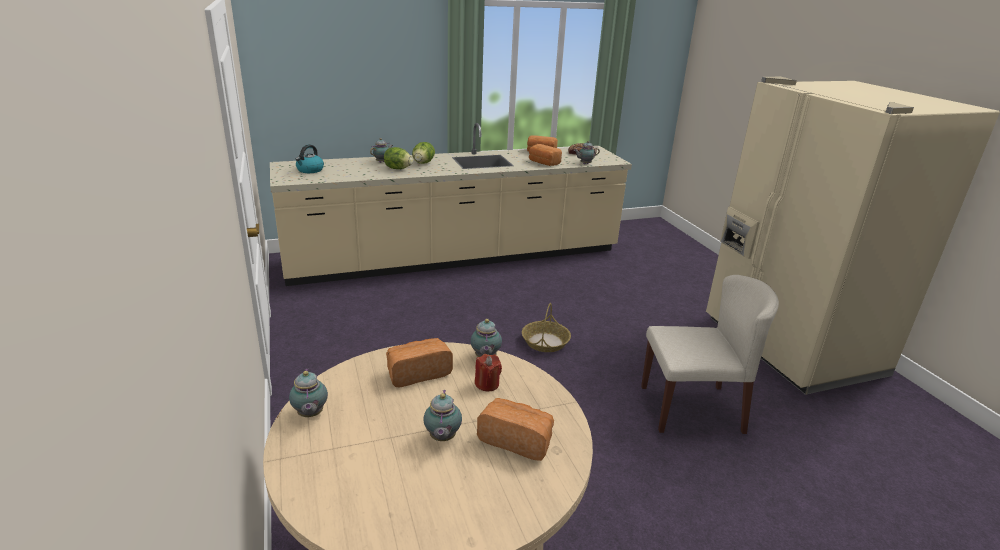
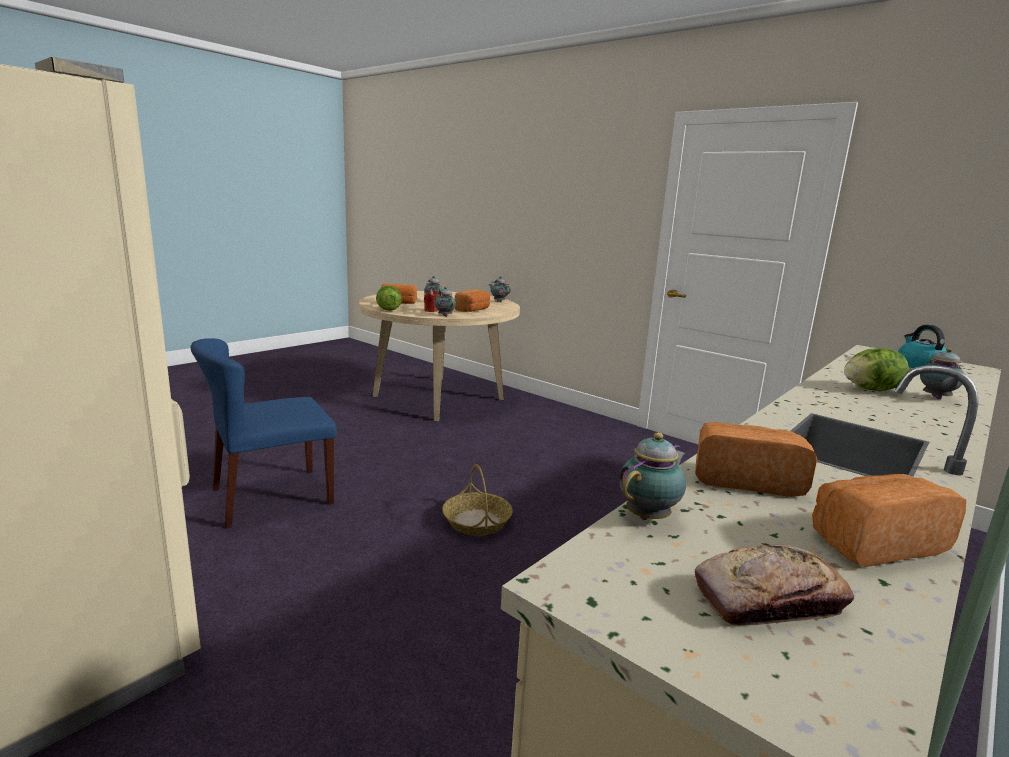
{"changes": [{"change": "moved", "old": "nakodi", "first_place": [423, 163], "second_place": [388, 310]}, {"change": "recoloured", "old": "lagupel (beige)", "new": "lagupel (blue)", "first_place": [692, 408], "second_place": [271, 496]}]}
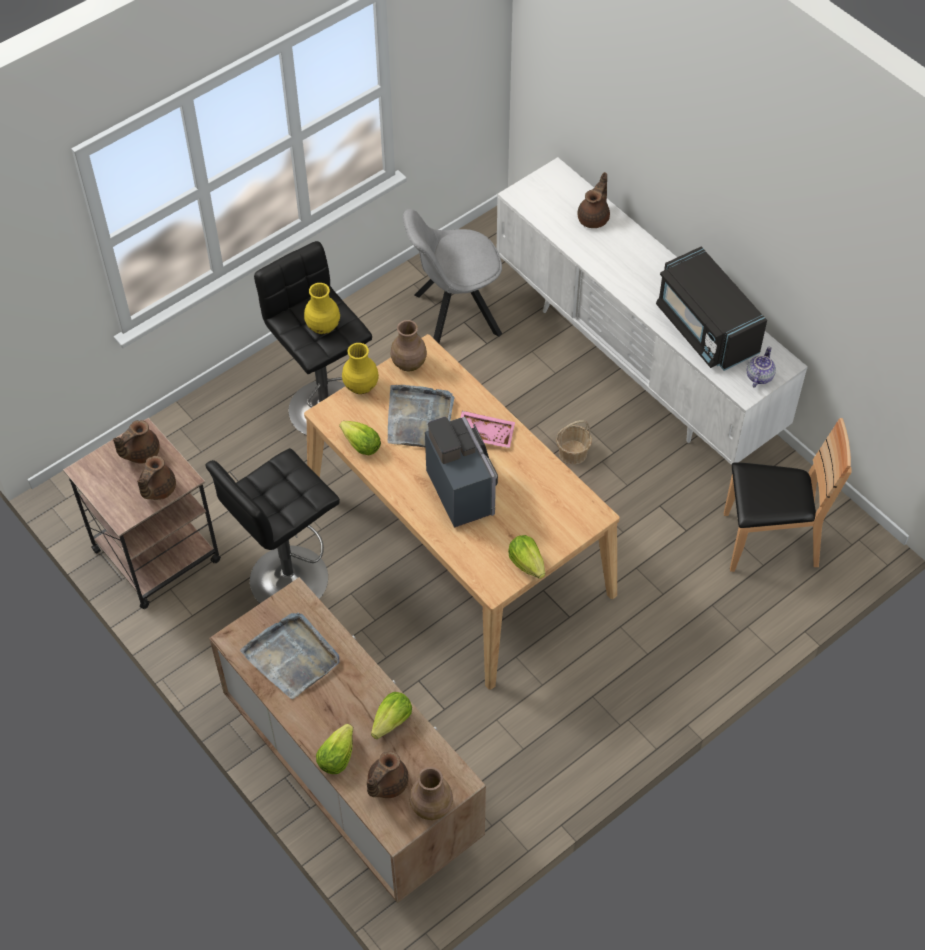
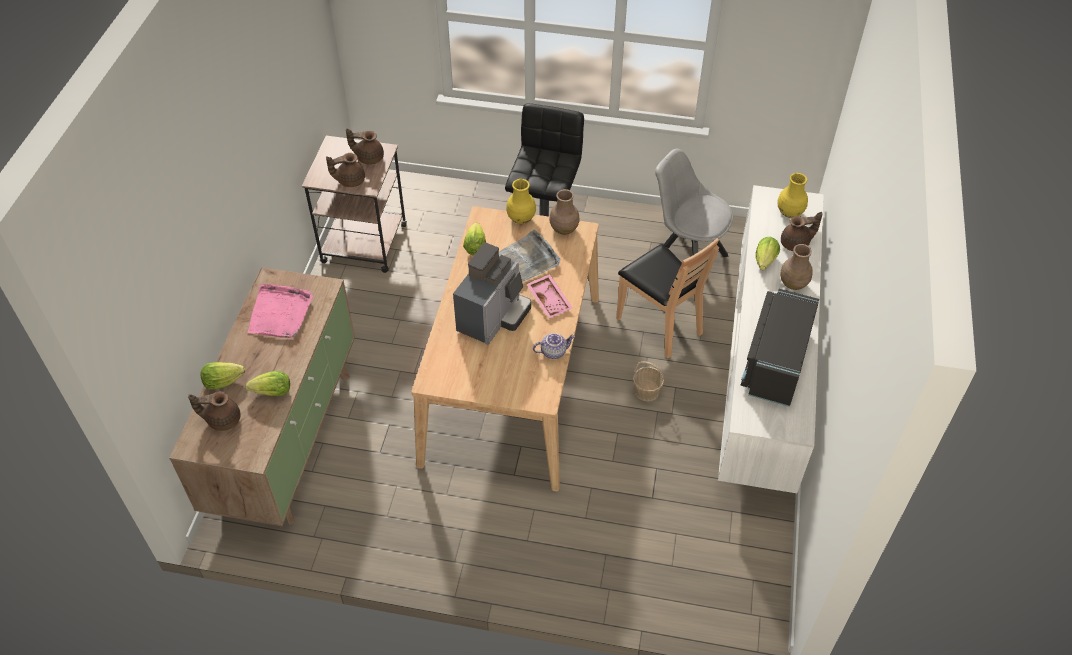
{"changes": [{"change": "removed", "old": "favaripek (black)", "first_place": [287, 579]}, {"change": "recoloured", "old": "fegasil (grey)", "new": "fegasil (pink)", "first_place": [292, 657], "second_place": [280, 313]}, {"change": "moved", "old": "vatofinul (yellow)", "first_place": [322, 327], "second_place": [789, 212]}, {"change": "moved", "old": "vatofinul (brown)", "first_place": [432, 806], "second_place": [793, 284]}, {"change": "moved", "old": "nakodi", "first_place": [527, 563], "second_place": [765, 261]}, {"change": "moved", "old": "lagupel (brown)", "first_place": [769, 541], "second_place": [659, 324]}, {"change": "moved", "old": "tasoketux", "first_place": [758, 376], "second_place": [553, 351]}]}
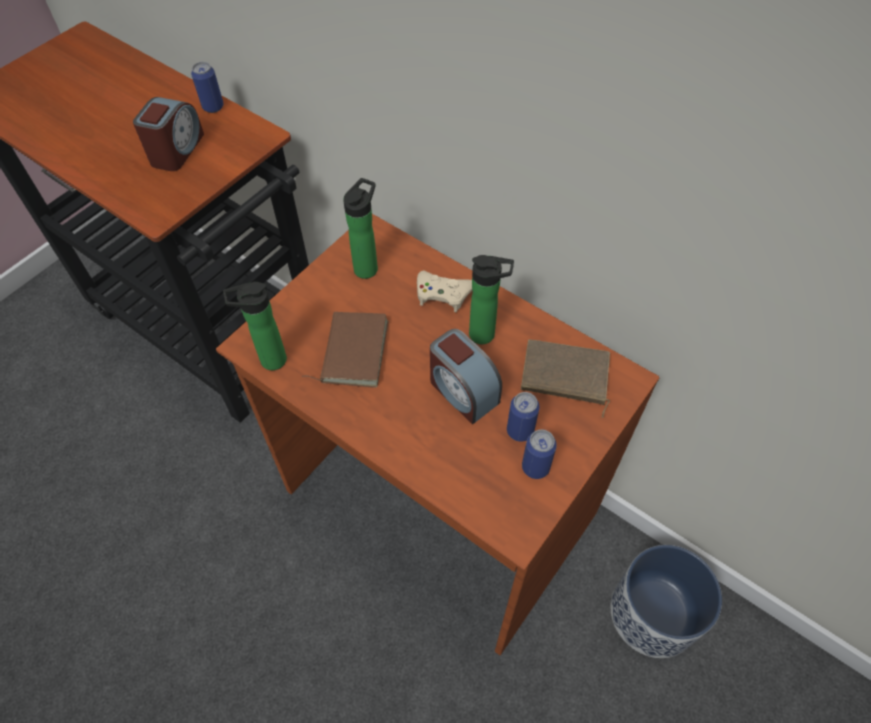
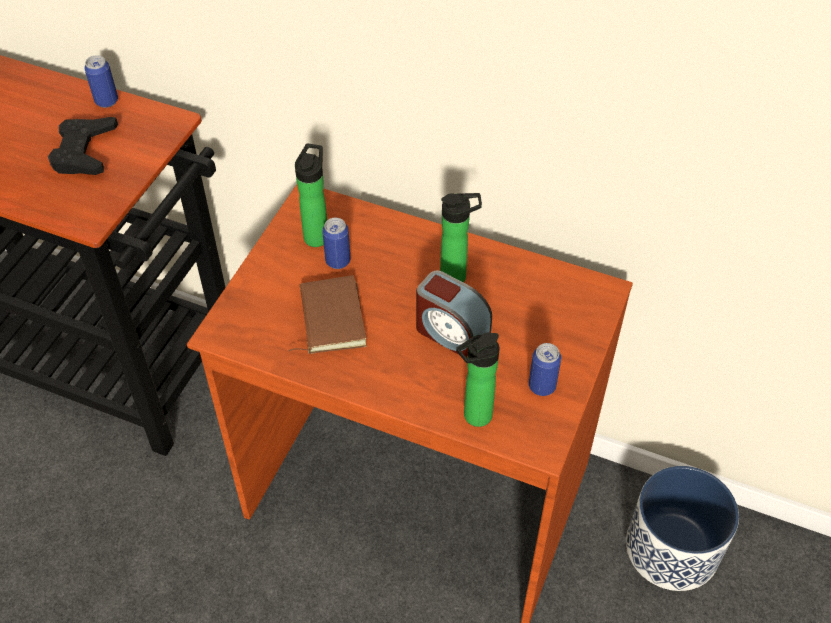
{"changes": [{"change": "replaced", "old": "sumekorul", "new": "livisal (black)", "first_place": [177, 150], "second_place": [84, 152]}, {"change": "moved", "old": "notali", "first_place": [269, 361], "second_place": [474, 417]}, {"change": "removed", "old": "livisal (beige)", "first_place": [443, 293]}, {"change": "moved", "old": "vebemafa", "first_place": [520, 431], "second_place": [338, 261]}, {"change": "removed", "old": "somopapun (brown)", "first_place": [564, 377]}]}
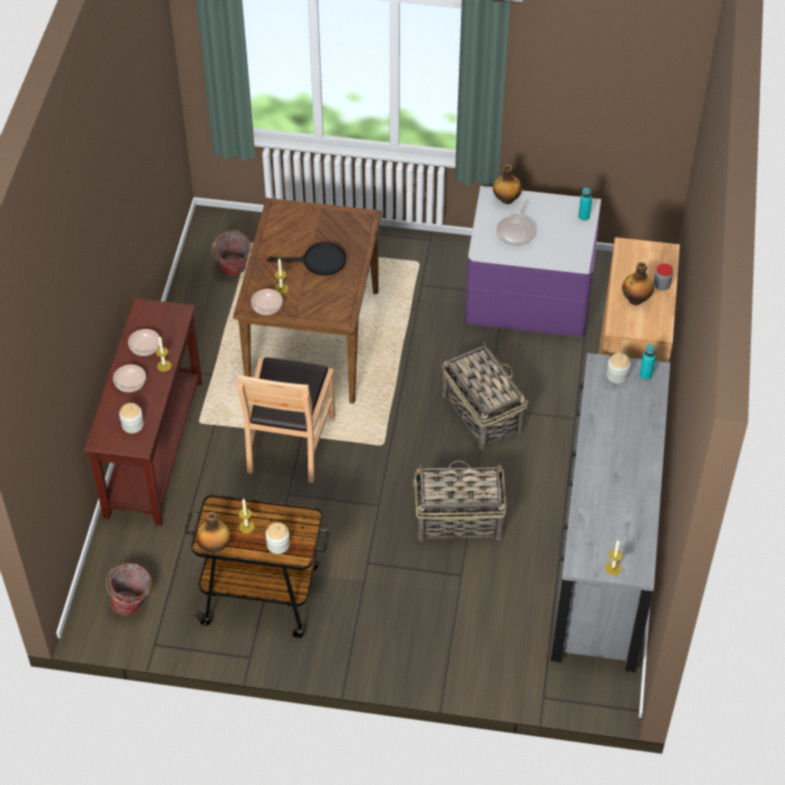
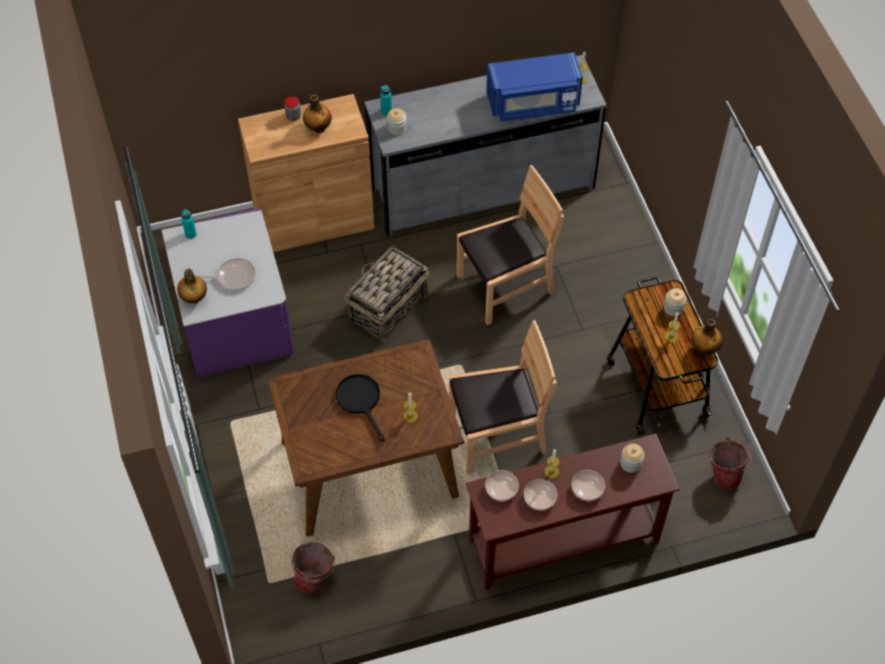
{"changes": [{"change": "moved", "old": "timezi", "first_place": [267, 306], "second_place": [501, 489]}, {"change": "replaced", "old": "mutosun", "new": "lagupel (brown)", "first_place": [457, 519], "second_place": [505, 286]}, {"change": "added", "new": "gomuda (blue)", "second_place": [533, 103]}]}
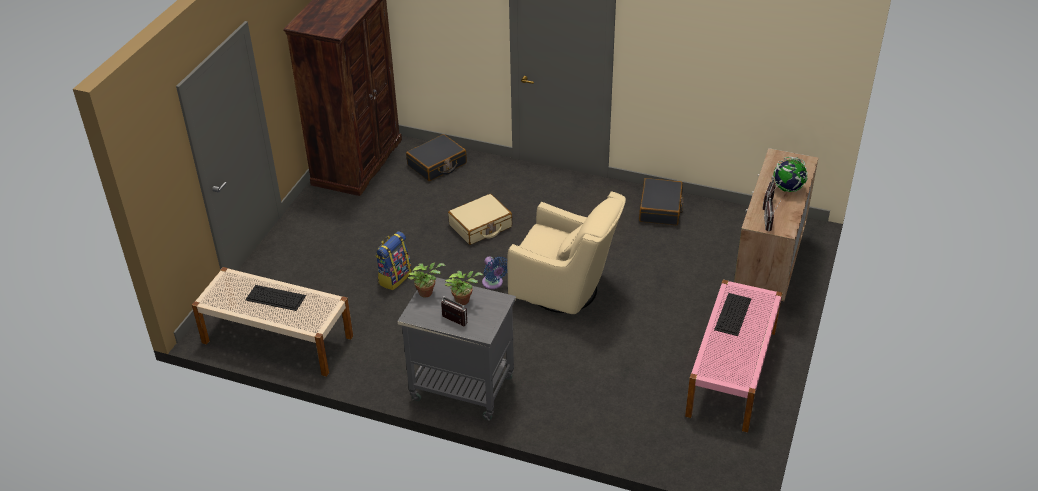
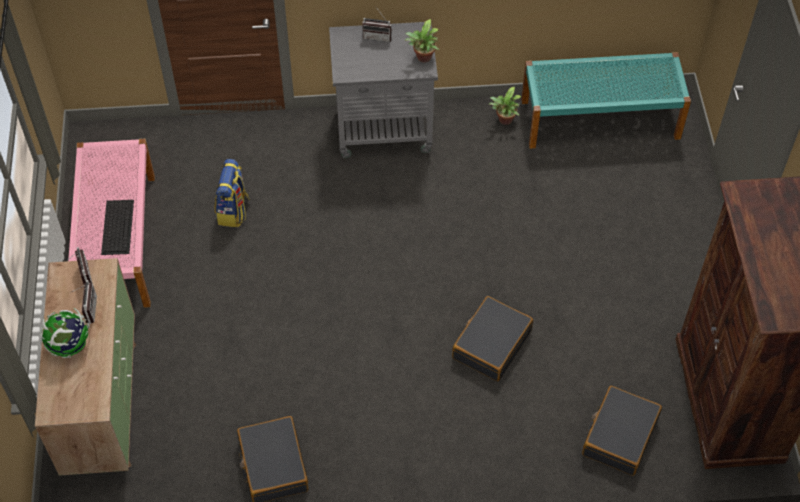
{"changes": [{"change": "recoloured", "old": "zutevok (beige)", "new": "zutevok (turquoise)", "first_place": [277, 340], "second_place": [600, 118]}, {"change": "removed", "old": "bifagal", "first_place": [275, 298]}, {"change": "moved", "old": "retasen", "first_place": [394, 277], "second_place": [233, 211]}, {"change": "moved", "old": "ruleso", "first_place": [464, 300], "second_place": [504, 121]}, {"change": "recoloured", "old": "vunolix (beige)", "new": "vunolix (black)", "first_place": [480, 226], "second_place": [491, 344]}, {"change": "removed", "old": "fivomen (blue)", "first_place": [493, 283]}, {"change": "removed", "old": "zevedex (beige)", "first_place": [566, 291]}]}
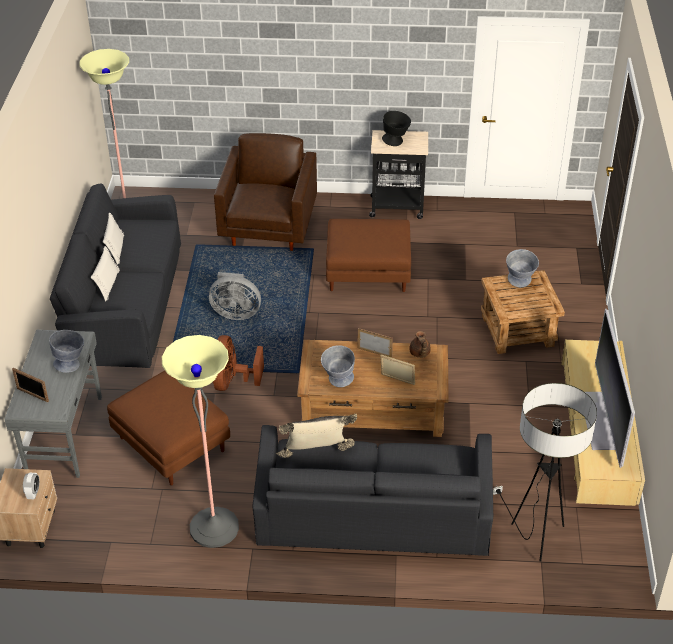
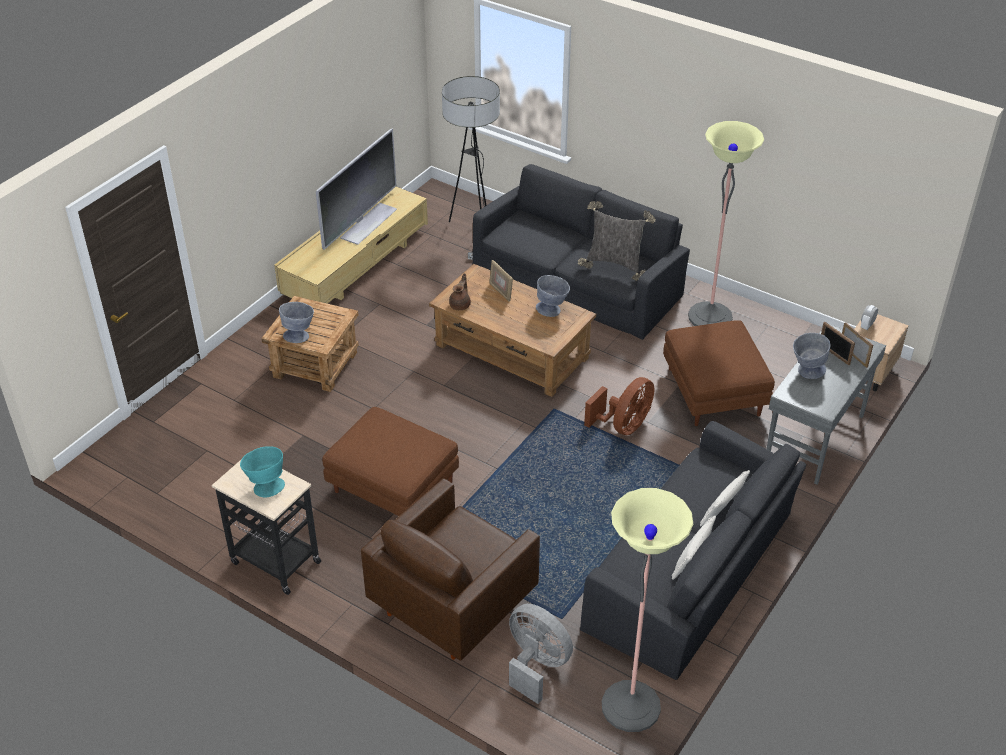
{"changes": [{"change": "moved", "old": "fivomen (grey)", "first_place": [235, 313], "second_place": [536, 665]}, {"change": "moved", "old": "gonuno", "first_place": [374, 352], "second_place": [834, 354]}, {"change": "recoloured", "old": "timezi (black)", "new": "timezi (turquoise)", "first_place": [396, 141], "second_place": [266, 485]}]}
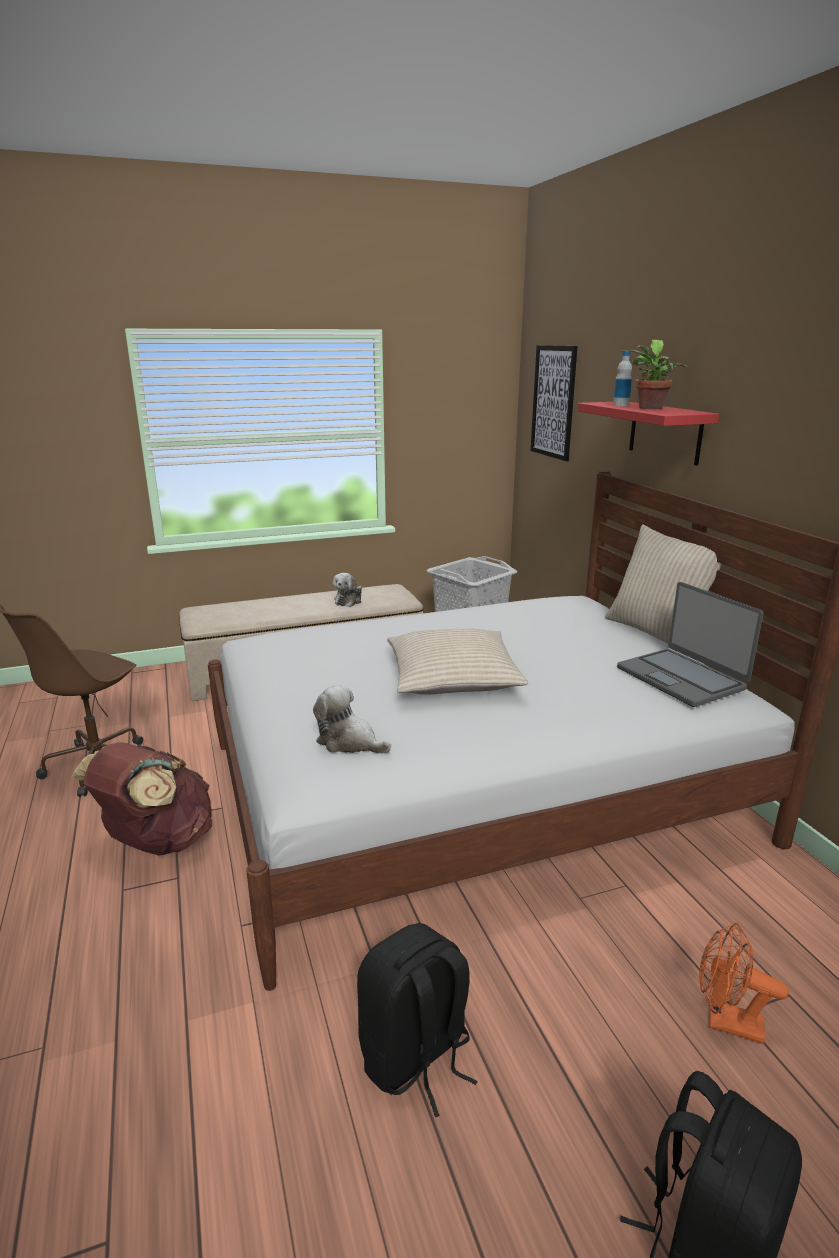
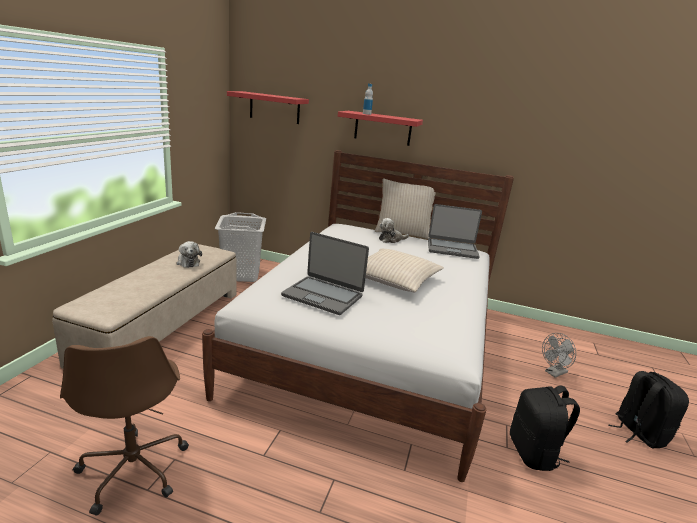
{"changes": [{"change": "removed", "old": "retasen (brown)", "first_place": [157, 842]}, {"change": "moved", "old": "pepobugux", "first_place": [349, 742], "second_place": [391, 240]}, {"change": "replaced", "old": "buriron", "new": "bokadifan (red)", "first_place": [553, 402], "second_place": [274, 108]}, {"change": "removed", "old": "ruleso", "first_place": [650, 408]}, {"change": "recoloured", "old": "fivomen (orange)", "new": "fivomen (grey)", "first_place": [725, 1022], "second_place": [554, 373]}, {"change": "added", "new": "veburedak", "second_place": [323, 295]}]}
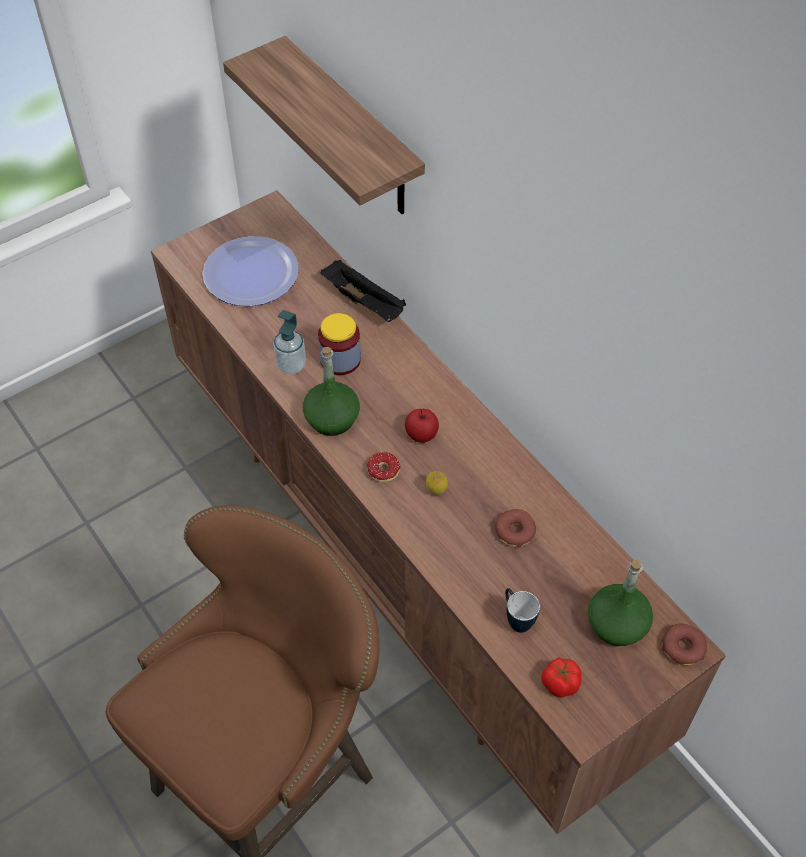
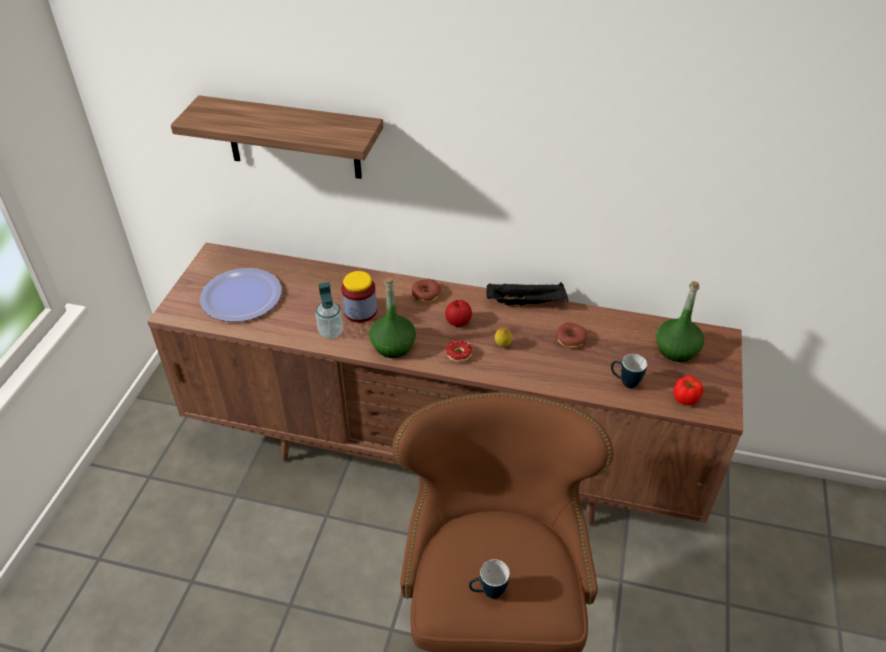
{"changes": [{"change": "moved", "old": "fegasil (black)", "first_place": [365, 302], "second_place": [527, 303]}, {"change": "moved", "old": "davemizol", "first_place": [683, 648], "second_place": [426, 294]}, {"change": "added", "new": "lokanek", "second_place": [487, 592]}]}
